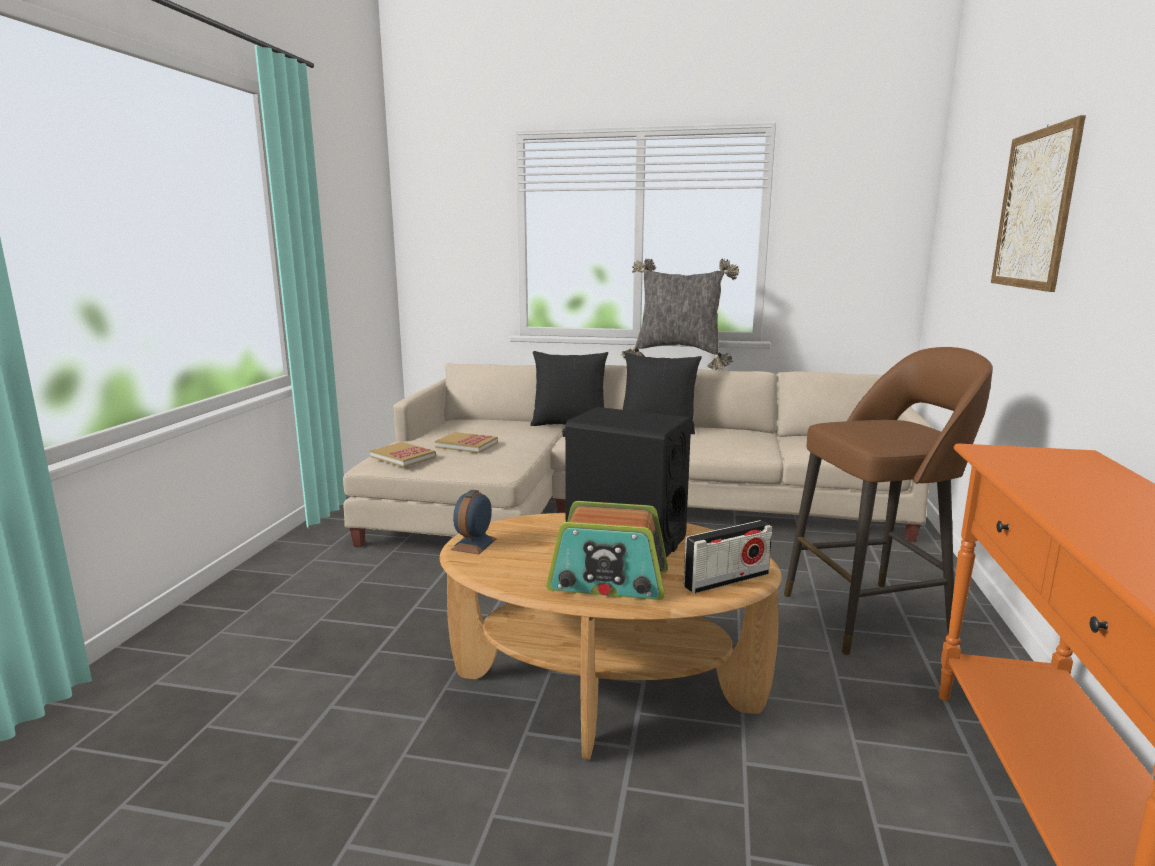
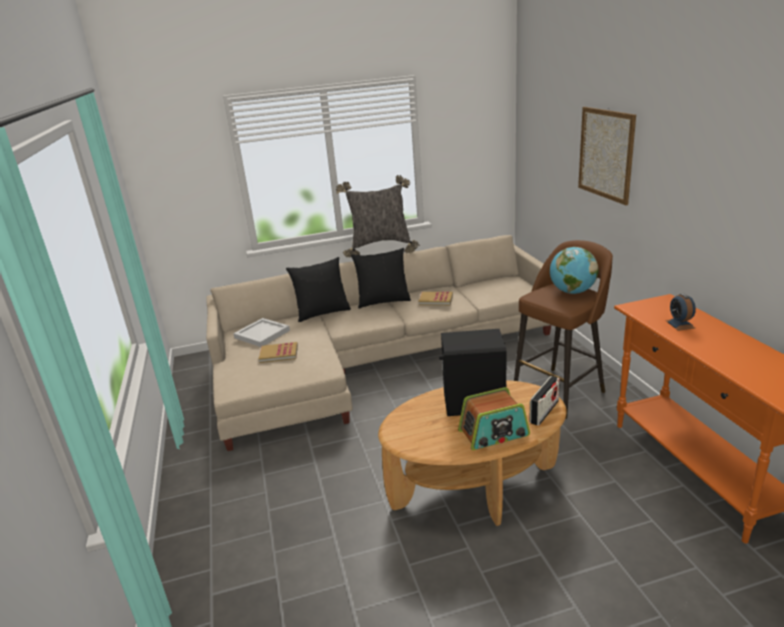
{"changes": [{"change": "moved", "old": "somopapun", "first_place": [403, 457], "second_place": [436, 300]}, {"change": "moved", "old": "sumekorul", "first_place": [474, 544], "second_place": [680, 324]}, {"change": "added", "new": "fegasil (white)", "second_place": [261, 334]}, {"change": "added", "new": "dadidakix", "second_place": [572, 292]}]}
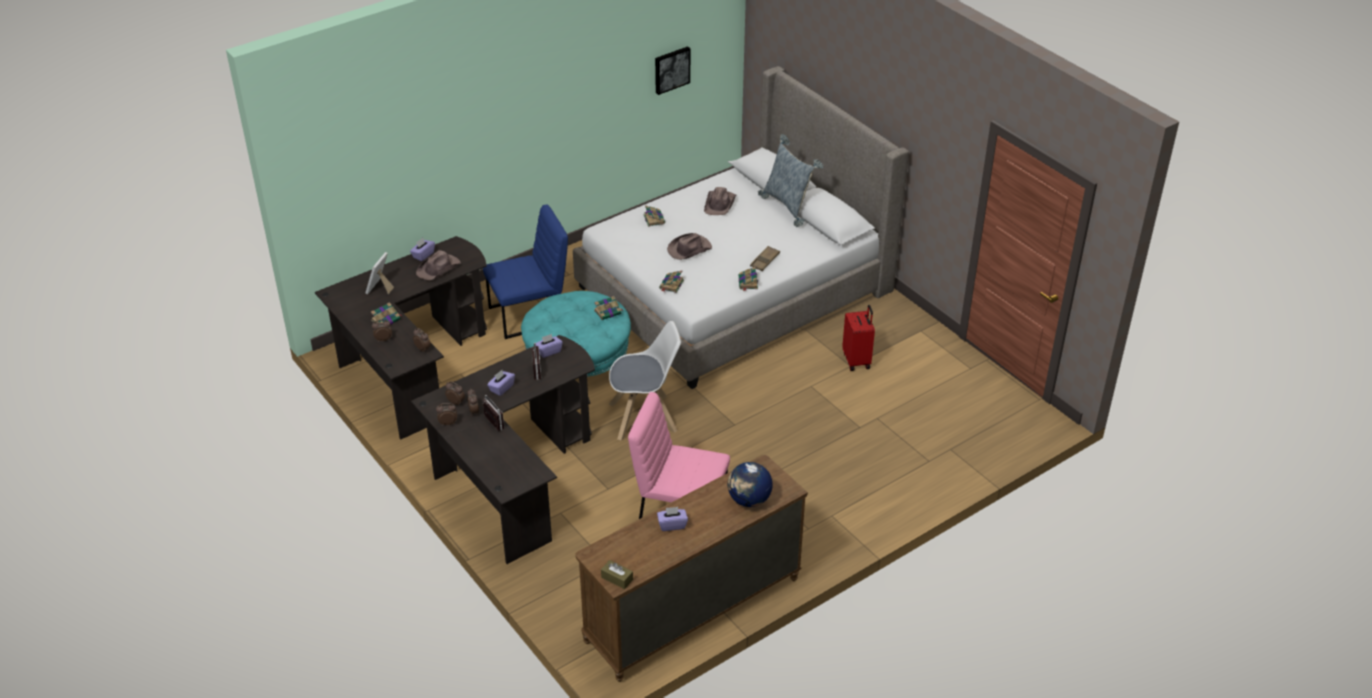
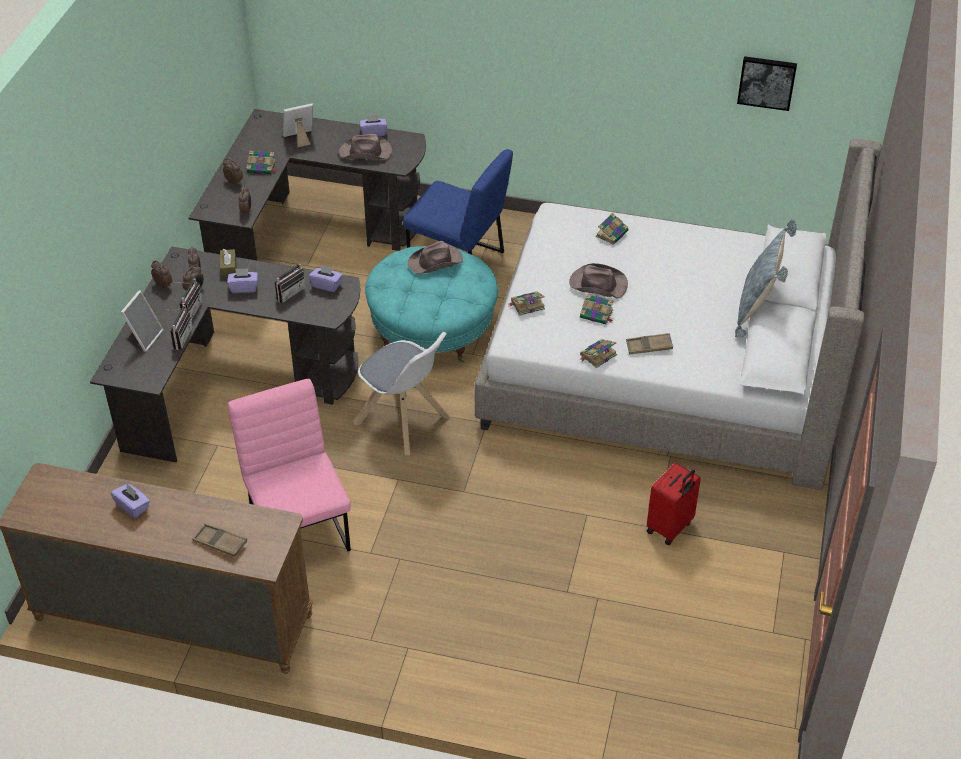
{"changes": [{"change": "moved", "old": "somopapun", "first_place": [608, 312], "second_place": [597, 314]}, {"change": "moved", "old": "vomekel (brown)", "first_place": [617, 578], "second_place": [228, 268]}, {"change": "moved", "old": "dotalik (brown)", "first_place": [720, 204], "second_place": [436, 262]}, {"change": "replaced", "old": "dadidakix", "new": "fegasil (brown)", "first_place": [749, 500], "second_place": [220, 542]}, {"change": "added", "new": "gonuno", "second_place": [144, 337]}, {"change": "added", "new": "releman", "second_place": [179, 337]}]}
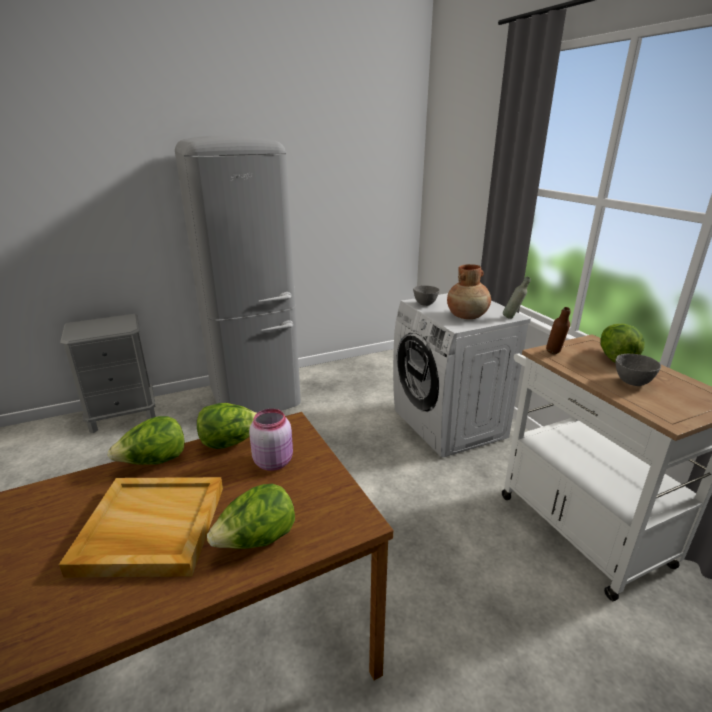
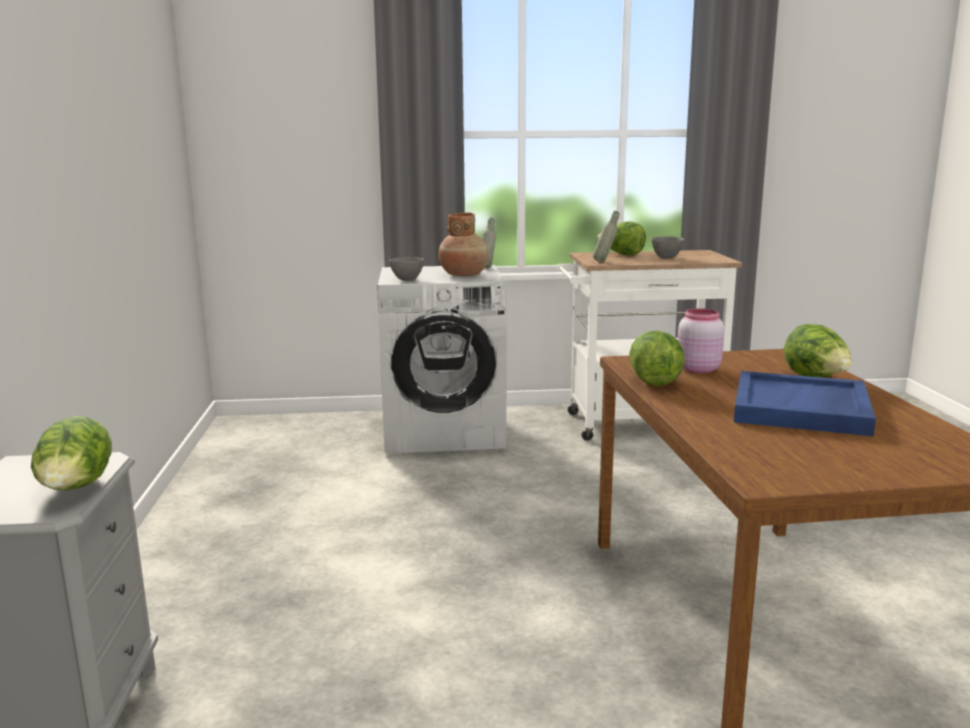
{"changes": [{"change": "recoloured", "old": "fegasil (beige)", "new": "fegasil (blue)", "first_place": [150, 529], "second_place": [802, 409]}, {"change": "moved", "old": "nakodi", "first_place": [154, 462], "second_place": [76, 490]}, {"change": "removed", "old": "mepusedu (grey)", "first_place": [256, 398]}, {"change": "recoloured", "old": "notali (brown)", "new": "notali (grey)", "first_place": [554, 355], "second_place": [605, 262]}]}
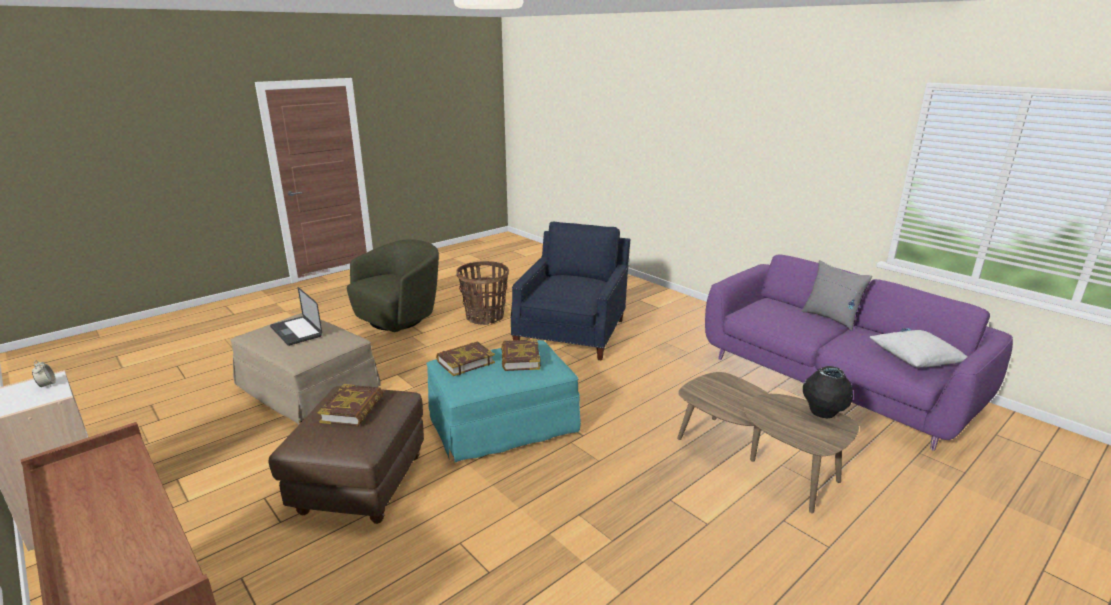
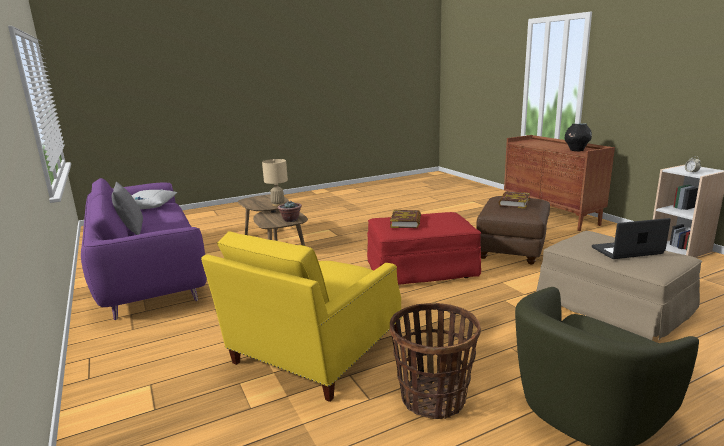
{"changes": [{"change": "turned", "old": "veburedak", "first_place": [296, 332], "second_place": [627, 251], "degrees": -75}, {"change": "recoloured", "old": "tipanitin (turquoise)", "new": "tipanitin (red)", "first_place": [503, 423], "second_place": [421, 269]}, {"change": "removed", "old": "somopapun", "first_place": [465, 362]}, {"change": "recoloured", "old": "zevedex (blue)", "new": "zevedex (yellow)", "first_place": [572, 331], "second_place": [314, 351]}, {"change": "moved", "old": "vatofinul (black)", "first_place": [823, 414], "second_place": [576, 150]}, {"change": "added", "new": "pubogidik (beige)", "second_place": [278, 204]}, {"change": "added", "new": "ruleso", "second_place": [290, 220]}]}
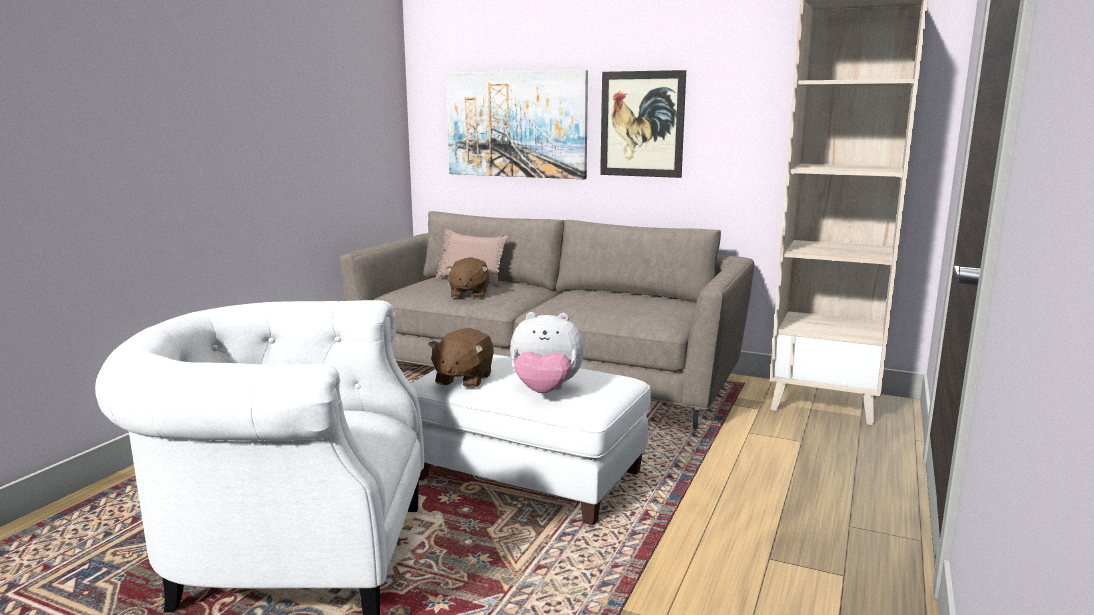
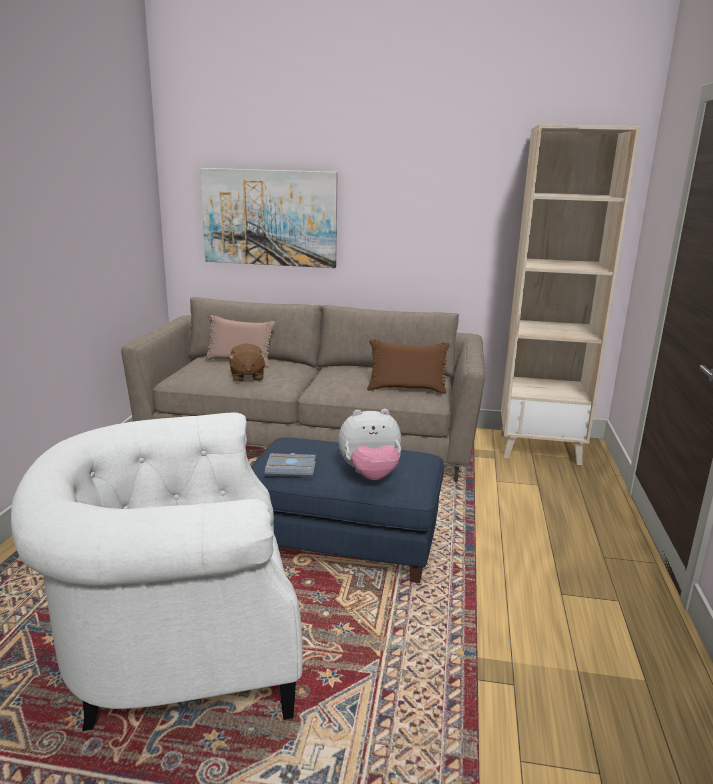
{"changes": [{"change": "recoloured", "old": "tipanitin (white)", "new": "tipanitin (blue)", "first_place": [529, 476], "second_place": [345, 542]}, {"change": "replaced", "old": "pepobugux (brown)", "new": "somopapun (grey)", "first_place": [463, 379], "second_place": [292, 469]}, {"change": "removed", "old": "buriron", "first_place": [642, 124]}, {"change": "added", "new": "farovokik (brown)", "second_place": [406, 389]}]}
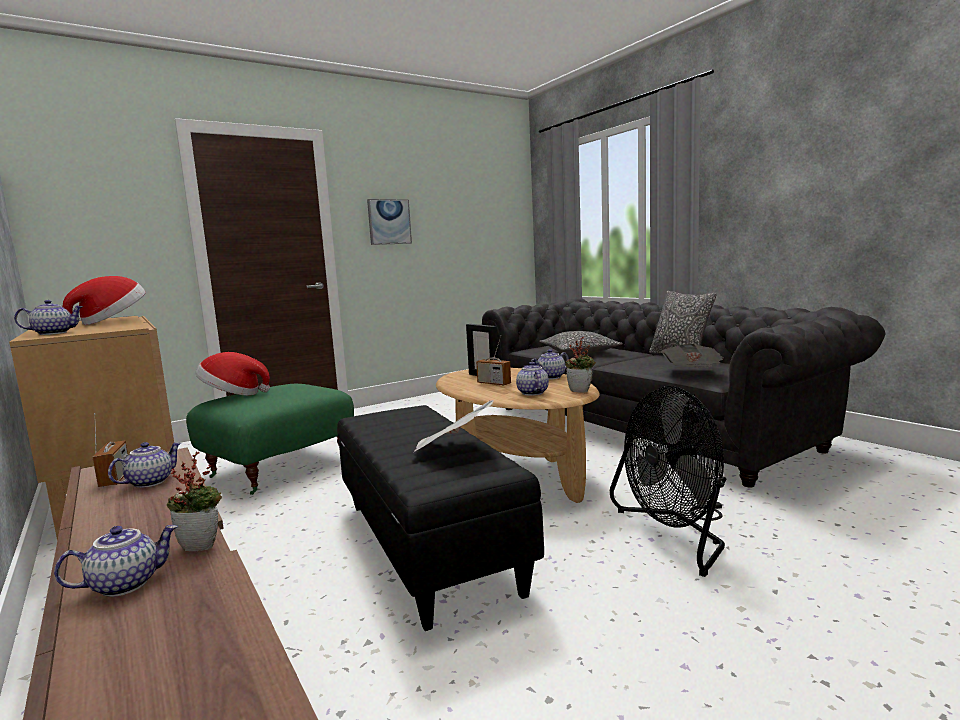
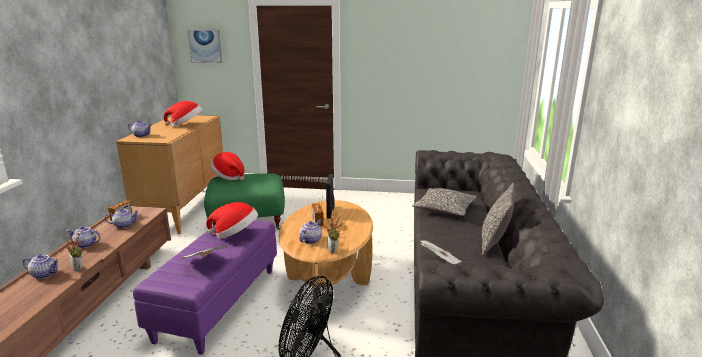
{"changes": [{"change": "recoloured", "old": "tipanitin (black)", "new": "tipanitin (purple)", "first_place": [425, 546], "second_place": [218, 303]}, {"change": "moved", "old": "buriron", "first_place": [389, 222], "second_place": [205, 46]}, {"change": "moved", "old": "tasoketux", "first_place": [551, 377], "second_place": [85, 245]}, {"change": "added", "new": "dotalik", "second_place": [235, 234]}]}
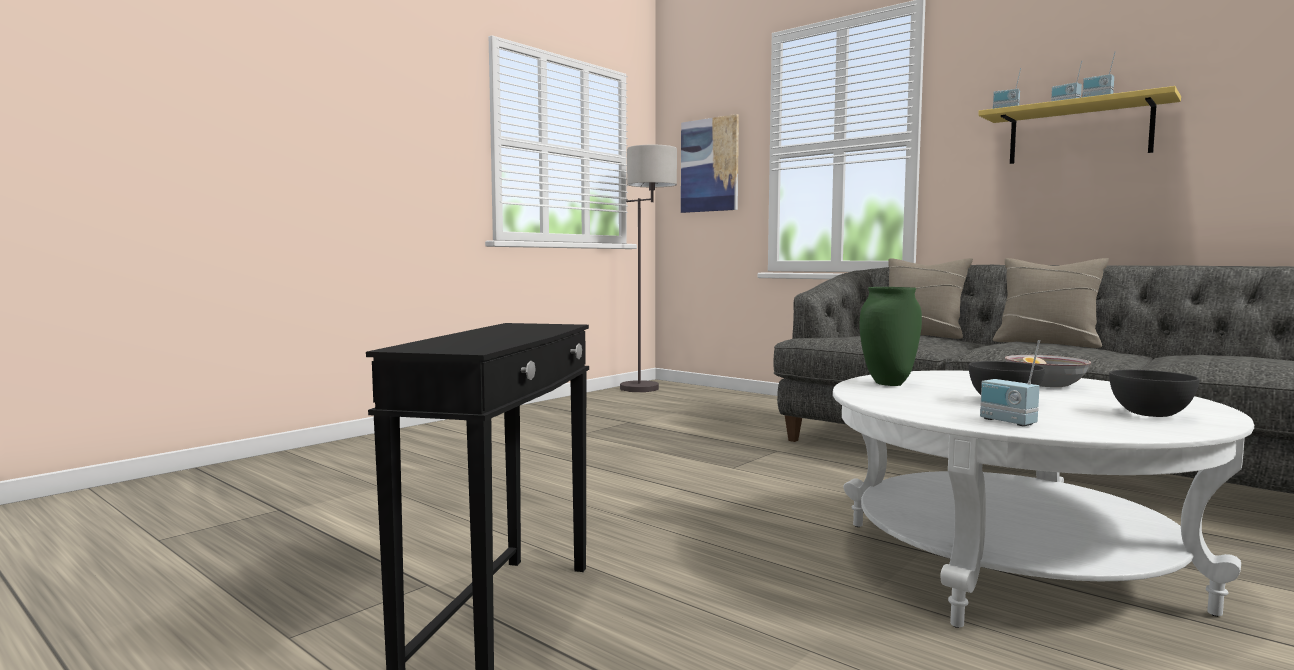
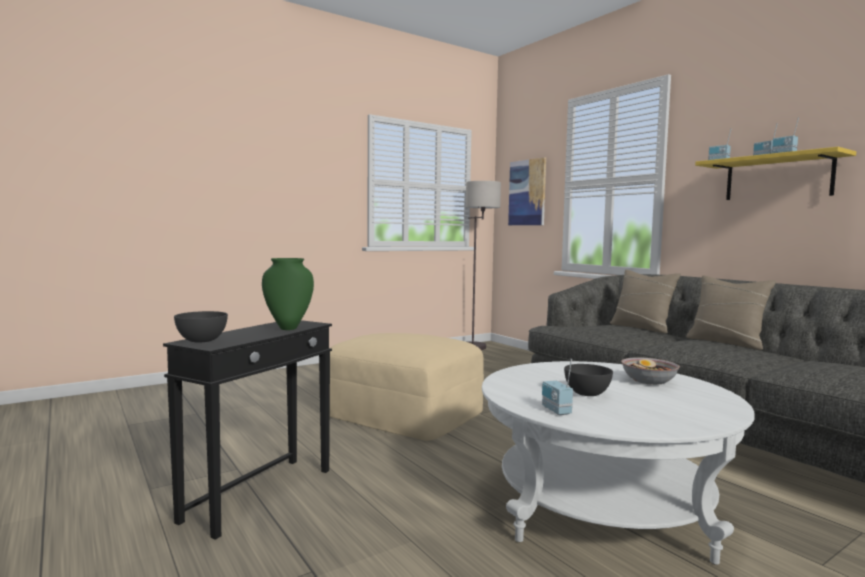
{"changes": [{"change": "moved", "old": "vatofinul (green)", "first_place": [887, 383], "second_place": [288, 328]}, {"change": "moved", "old": "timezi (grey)", "first_place": [1150, 414], "second_place": [202, 341]}, {"change": "added", "new": "tipanitin (beige)", "second_place": [403, 412]}]}
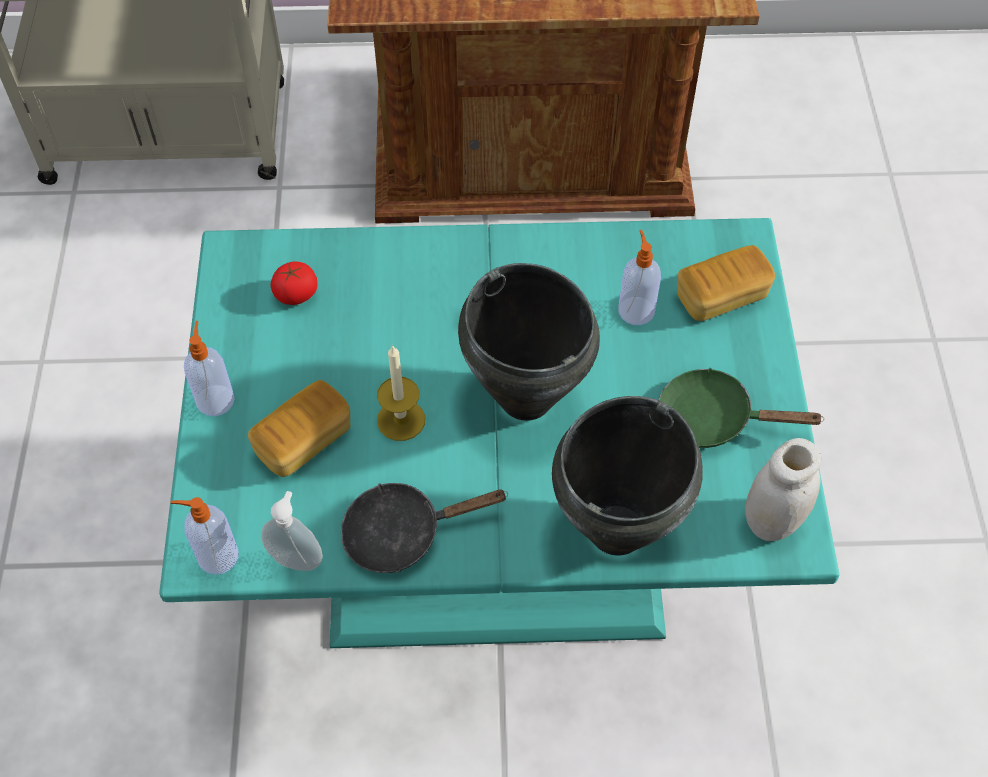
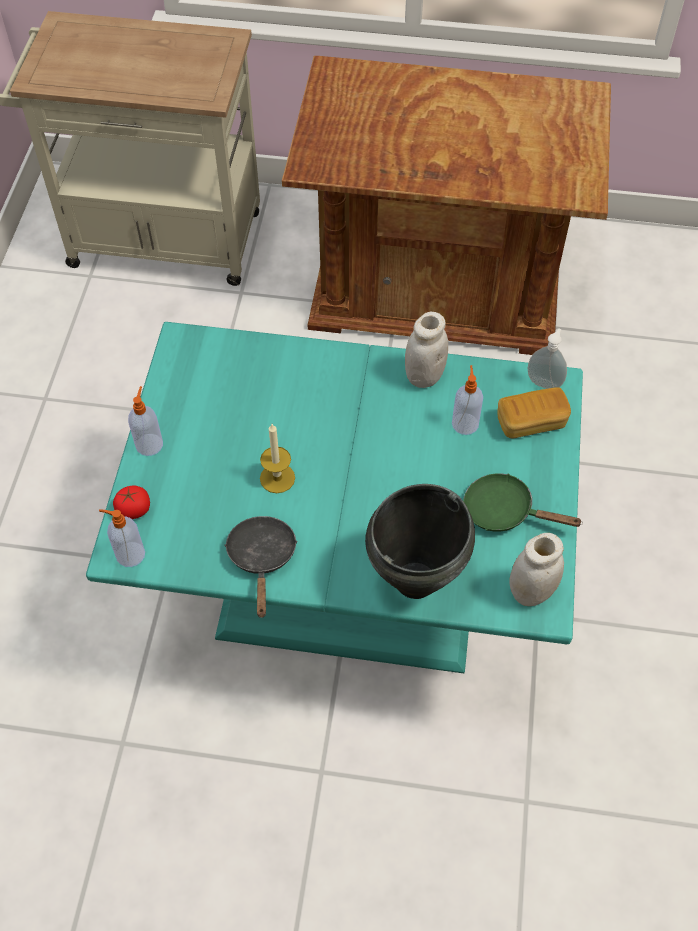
{"changes": [{"change": "removed", "old": "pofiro", "first_place": [304, 441]}, {"change": "moved", "old": "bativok", "first_place": [297, 558], "second_place": [544, 382]}, {"change": "moved", "old": "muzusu", "first_place": [296, 294], "second_place": [134, 510]}, {"change": "turned", "old": "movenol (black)", "first_place": [402, 533], "second_place": [262, 558], "degrees": 90}, {"change": "removed", "old": "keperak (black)", "first_place": [526, 397]}, {"change": "added", "new": "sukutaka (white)", "second_place": [424, 376]}]}
